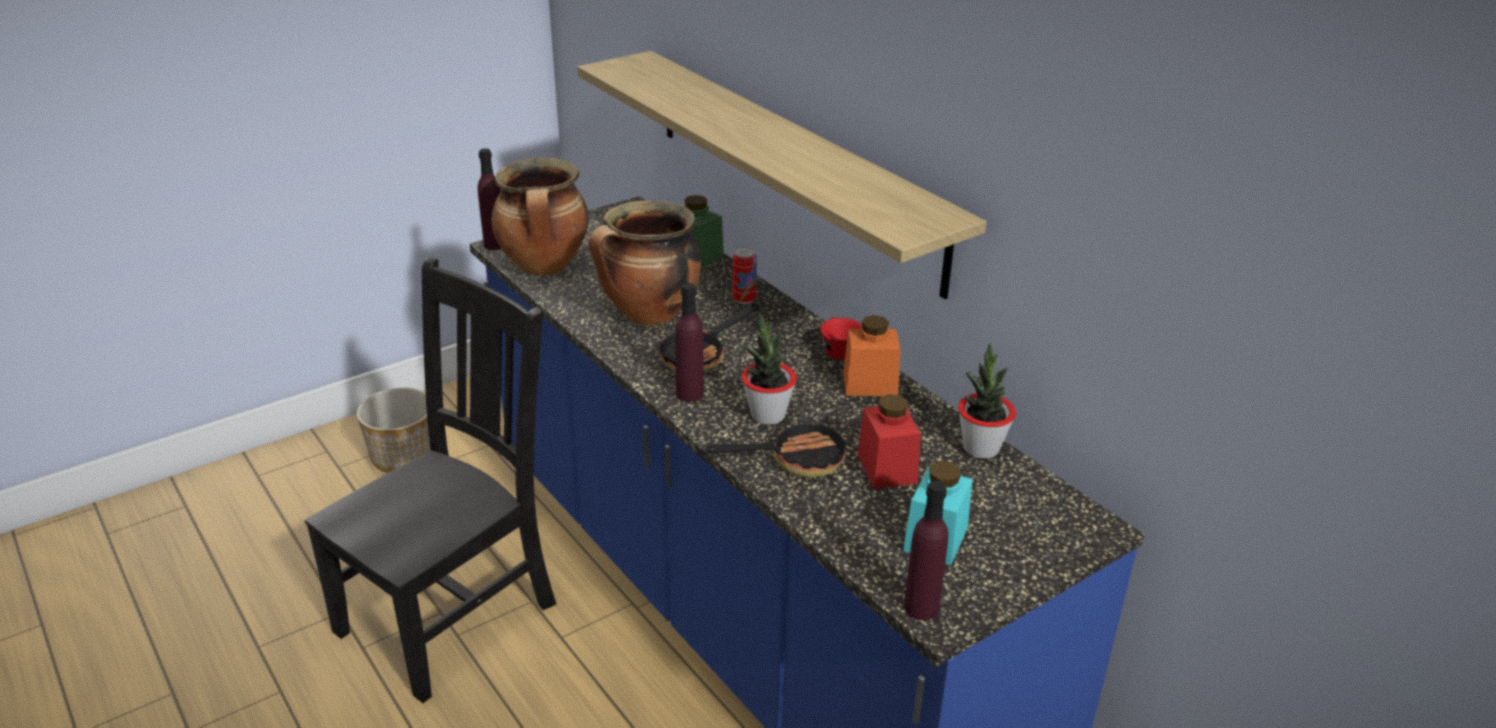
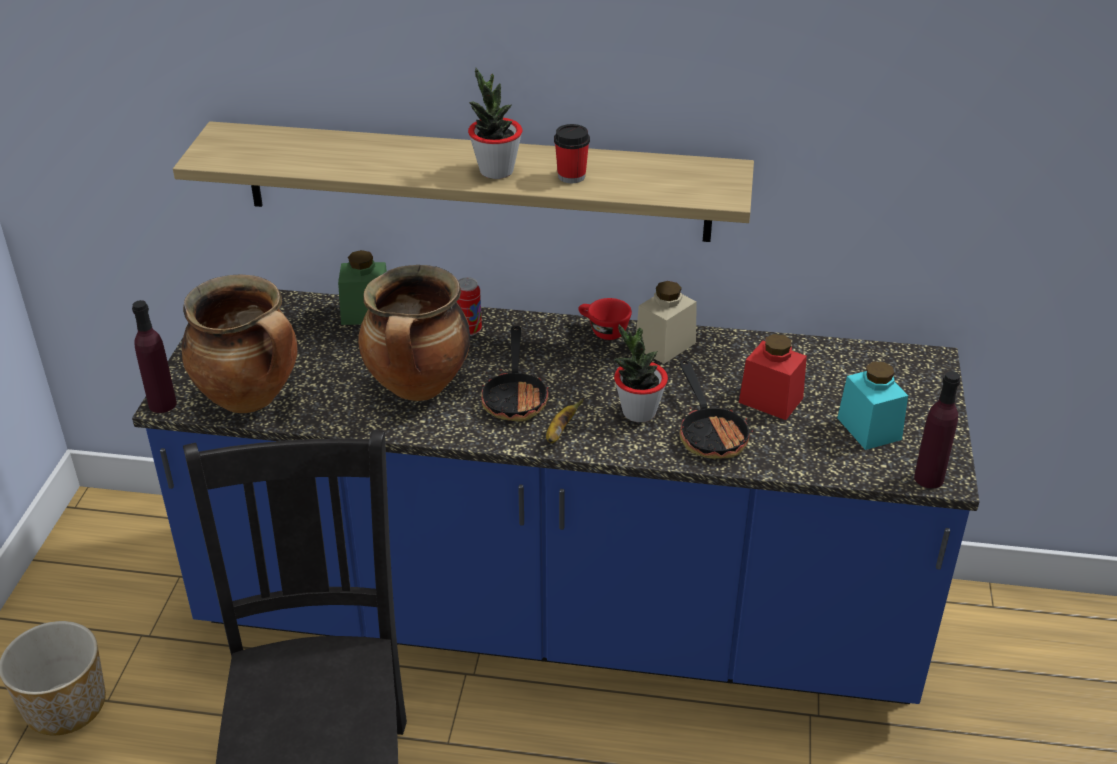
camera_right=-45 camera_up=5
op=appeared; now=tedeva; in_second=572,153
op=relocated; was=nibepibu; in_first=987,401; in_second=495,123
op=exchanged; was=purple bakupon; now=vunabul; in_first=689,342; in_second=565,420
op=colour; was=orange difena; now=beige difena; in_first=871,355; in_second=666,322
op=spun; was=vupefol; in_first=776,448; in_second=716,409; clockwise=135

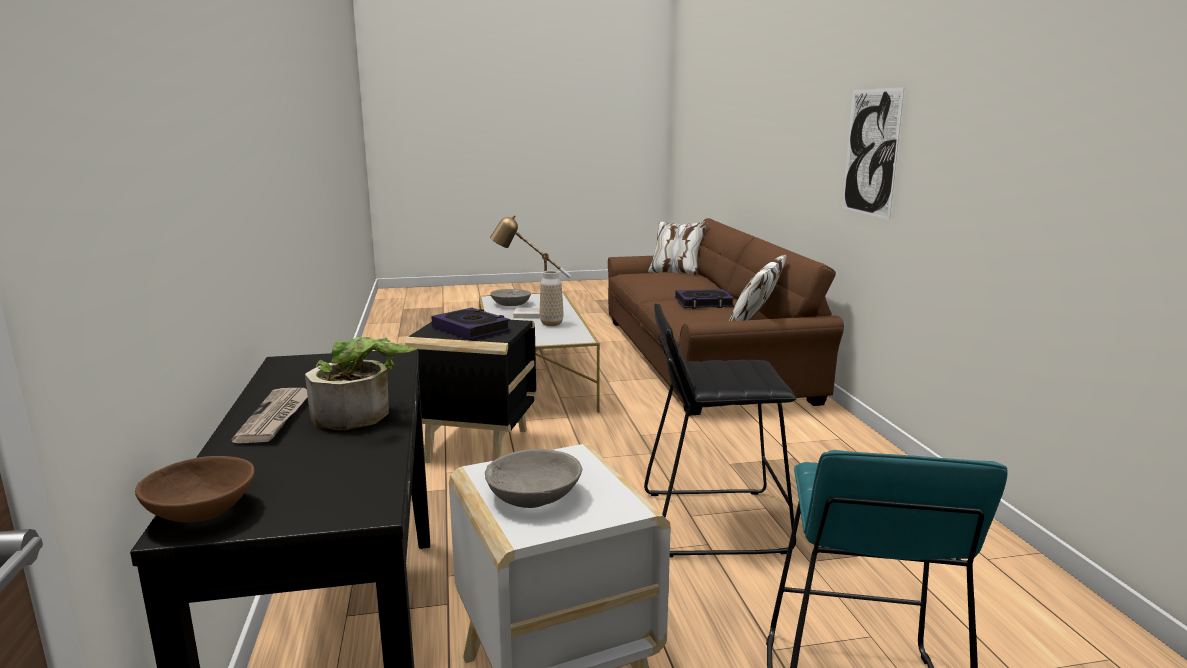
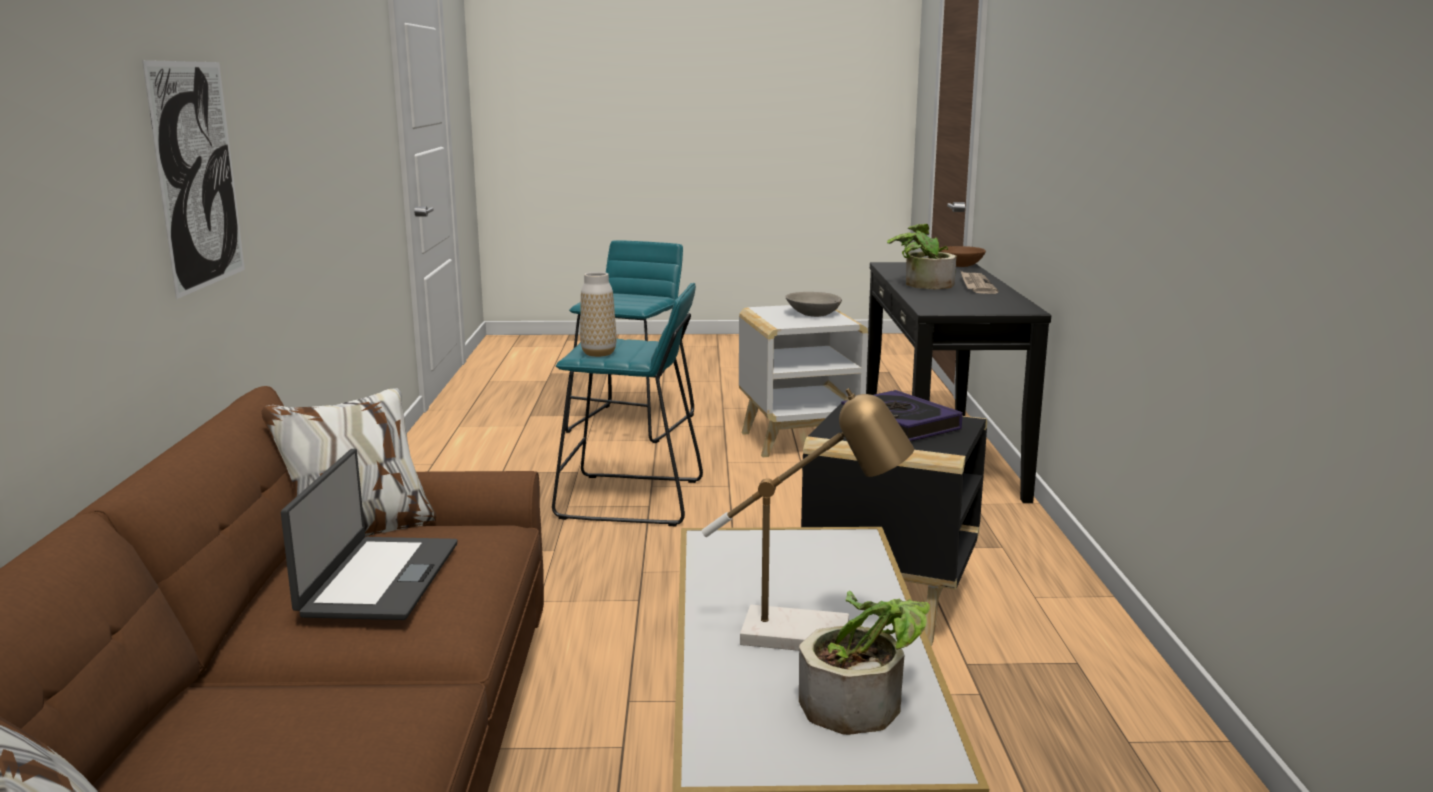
camera_right=-170 camera_up=0
op=relocated; was=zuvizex; in_first=551,298; in_second=598,314
op=exchanged; was=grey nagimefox; now=nibepibu; in_first=510,297; in_second=864,662
op=exchanged; was=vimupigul; now=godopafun; in_first=704,299; in_second=369,534
op=colour; was=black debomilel; now=turquoise debomilel; in_first=720,430; in_second=627,405

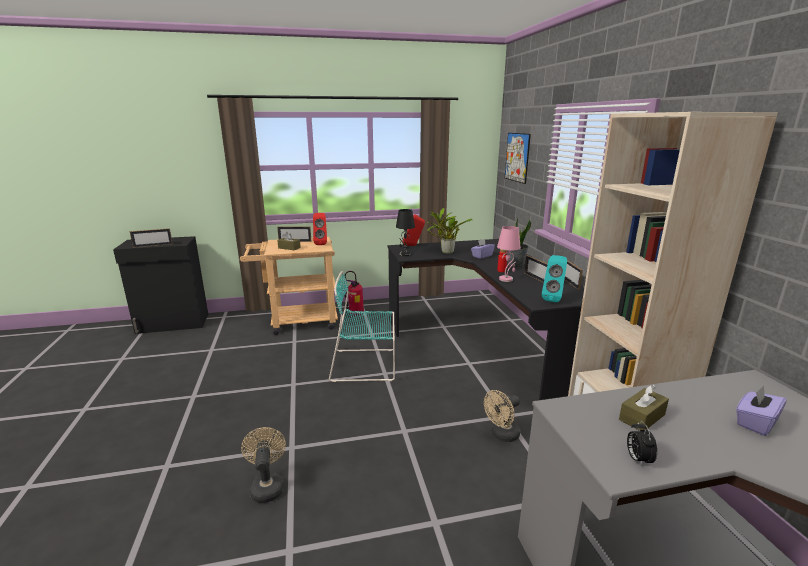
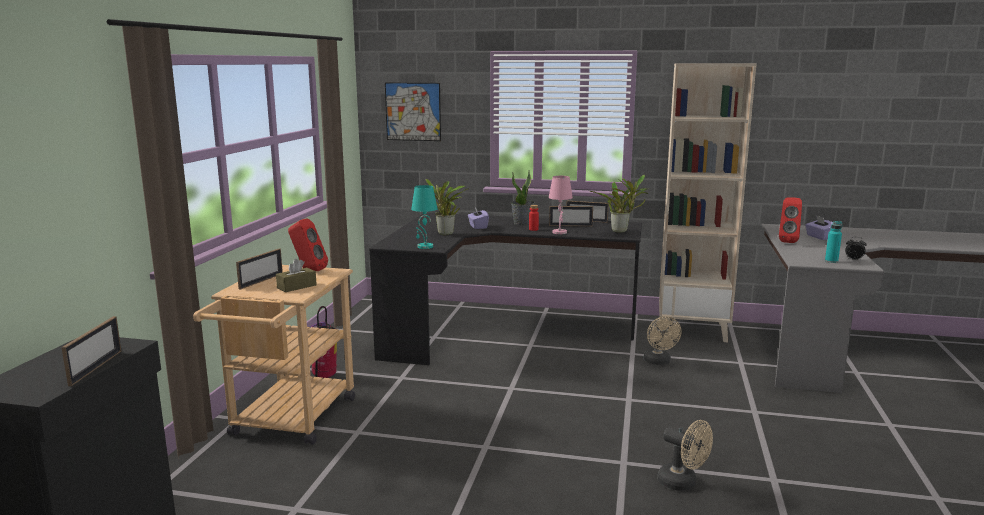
camera_right=-65 camera_up=-5
op=missing; was=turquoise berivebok; in_first=362,326
op=missing; was=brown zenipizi; in_first=644,407
op=appeared; now=turquoise bakupon; in_second=833,242
op=relocated; was=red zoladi; in_first=414,230; in_second=790,220
op=exchanged; was=turquoise zoladi; now=nibepibu; in_first=554,278; in_second=619,204
op=colour; was=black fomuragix; now=turquoise fomuragix; in_first=405,232; in_second=424,217
op=spun; was=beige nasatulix; in_first=263,465; in_second=685,455; clockwise=-150

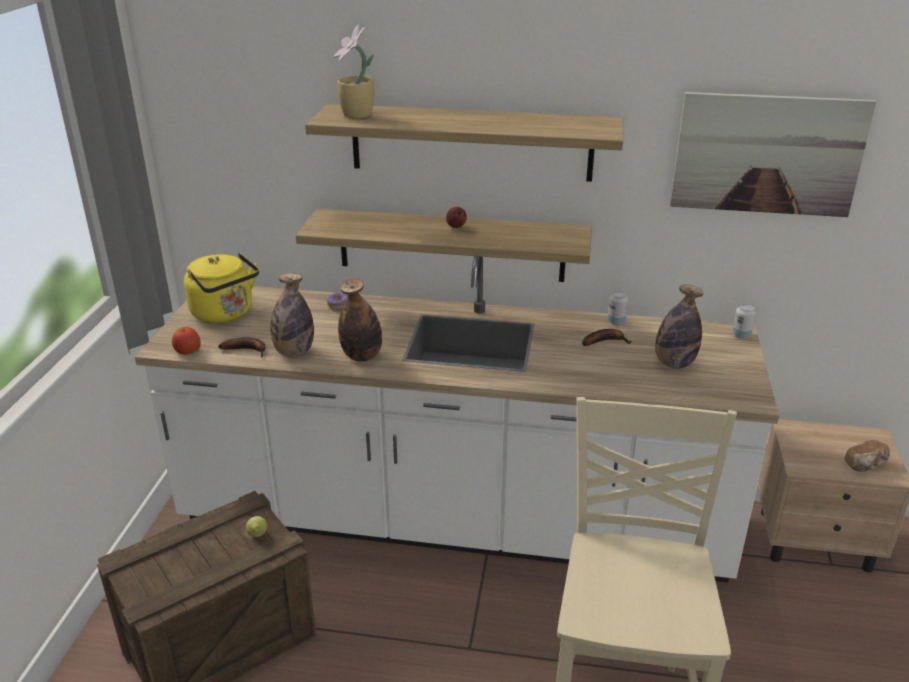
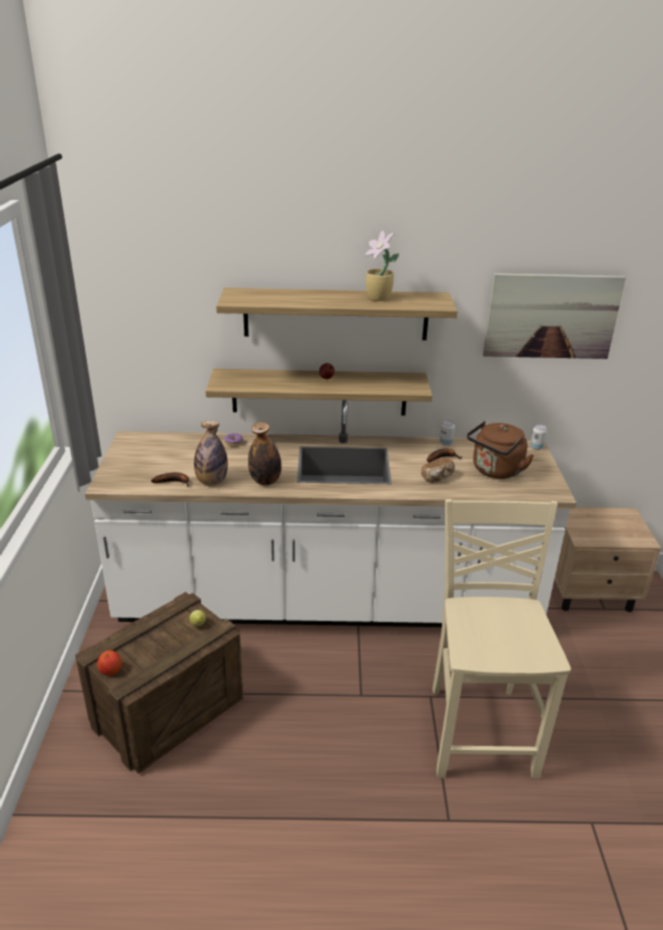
camera_right=-10 camera_up=0
op=missing; was=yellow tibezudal; in_first=221,287
op=relocated; was=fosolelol; in_first=186,341; in_second=109,663
op=relocated; was=nibepibu; in_first=353,71; in_second=382,265
op=relocated; was=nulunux; in_first=867,456; in_second=438,470
op=exchanged; was=bakupon; now=brown tibezudal; in_first=679,326; in_second=500,450

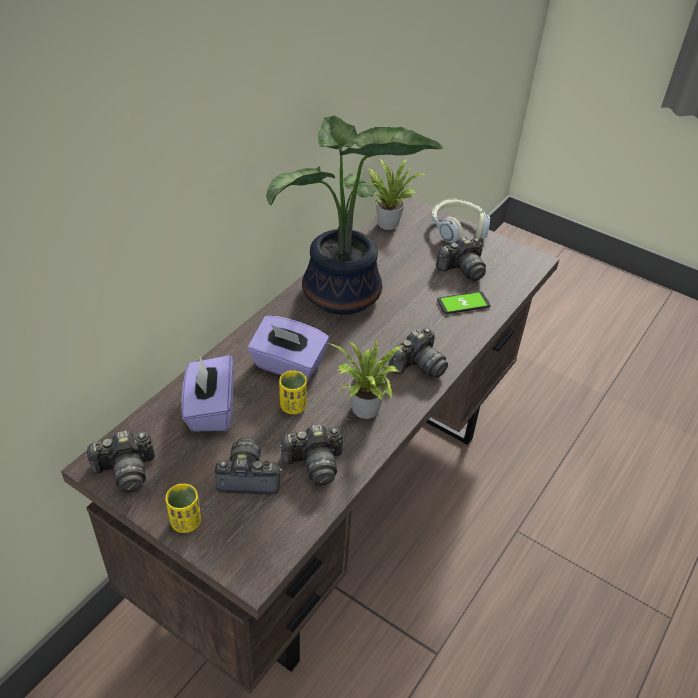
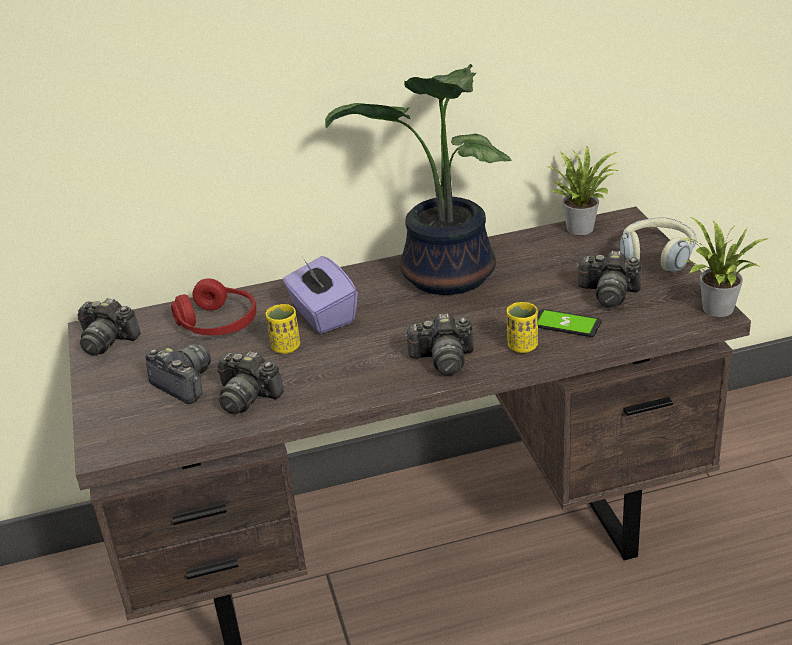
camera_right=45 camera_up=-10
op=relocated; was=yellow tedeva; in_first=183,508; in_second=522,327
op=relocated; was=nibepibu; in_first=366,378; in_second=725,267
op=exchanged; was=purple zenipizi; now=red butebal; in_first=207,393; in_second=213,306

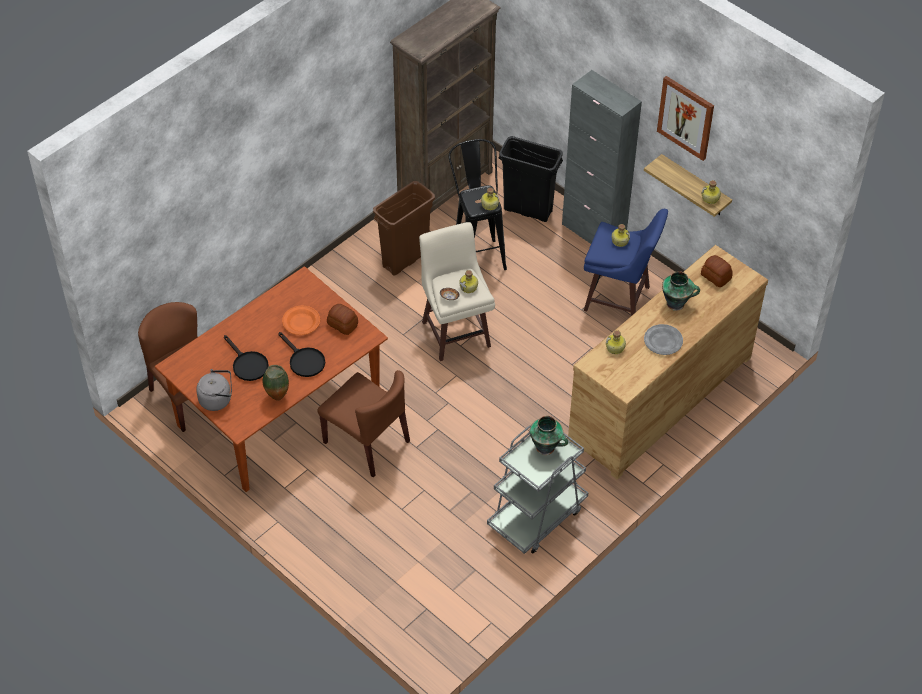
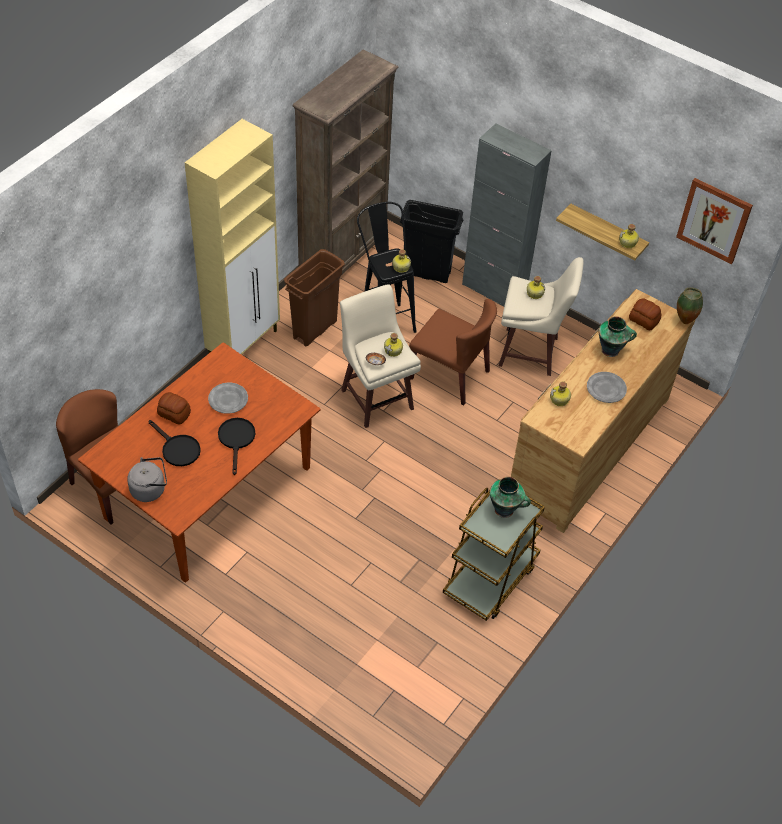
camera_right=-10 camera_up=0
op=appeared; now=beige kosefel; in_second=232,237
op=relocated; was=zuvizex; in_first=275,383; in_second=690,305
op=relocated; was=brown berivebok; in_first=363,423; in_second=453,352
op=relocated; was=nulunux; in_first=342,319; in_second=174,408
op=relocated; was=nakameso; in_first=685,118; in_second=714,221
op=colour; was=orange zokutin; now=grey zokutin; in_first=301,320; in_second=228,398
op=colour; was=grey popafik; now=brown popafik; in_first=537,489; in_second=494,550
op=colour; was=blue debomilel; now=beige debomilel; in_first=626,262; in_second=541,316
op=spun; was=black vupefol; in_first=302,354; in_second=236,446; clockwise=-135

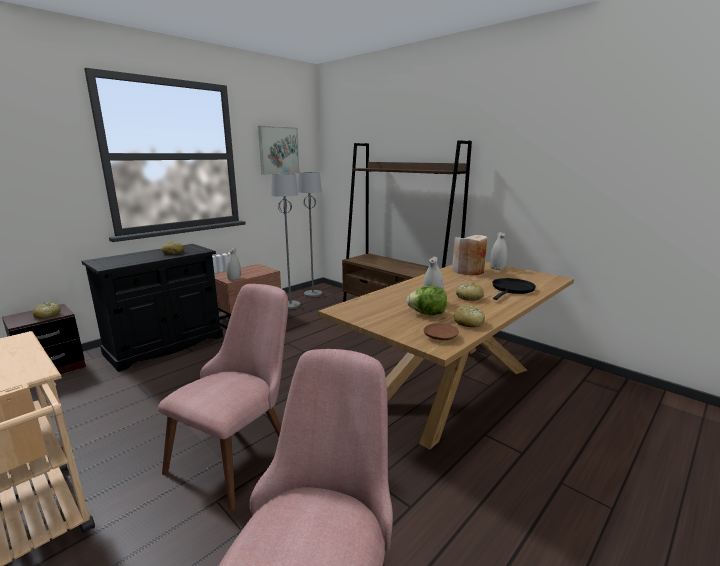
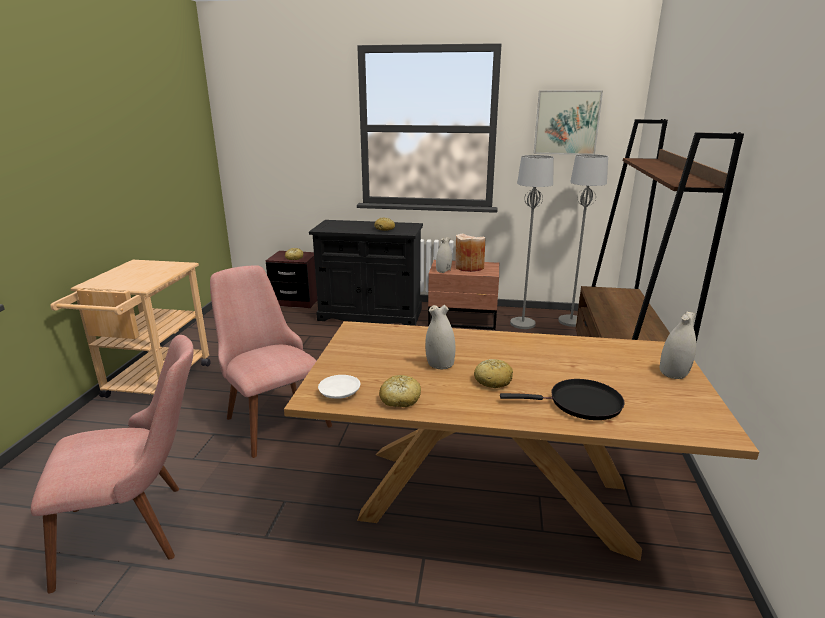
camera_right=55 camera_up=5
op=missing; was=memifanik; in_first=427,300
op=relocated; was=beige zuvizex; in_first=470,255; in_second=470,252
op=colour; was=brown zokutin; now=white zokutin; in_first=441,331; in_second=339,387
op=spun; was=pink berivebok; in_first=223,397; in_second=271,361; clockwise=-120

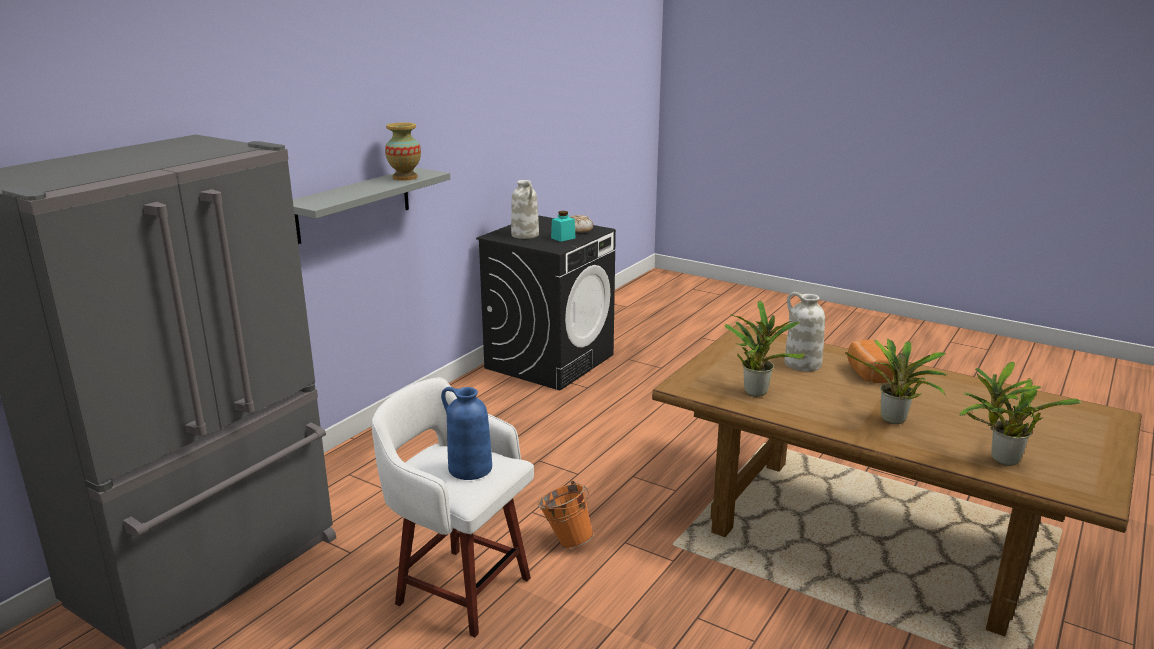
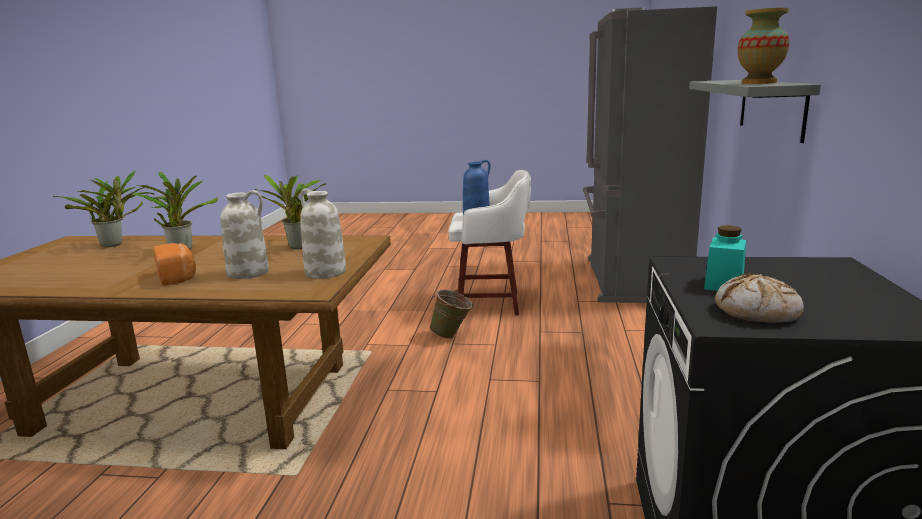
camera_right=155 camera_up=-5
op=relocated; was=white zuvizex; in_first=525,209; in_second=323,233
op=colour; was=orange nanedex; now=green nanedex; in_first=566,515; in_second=451,314

